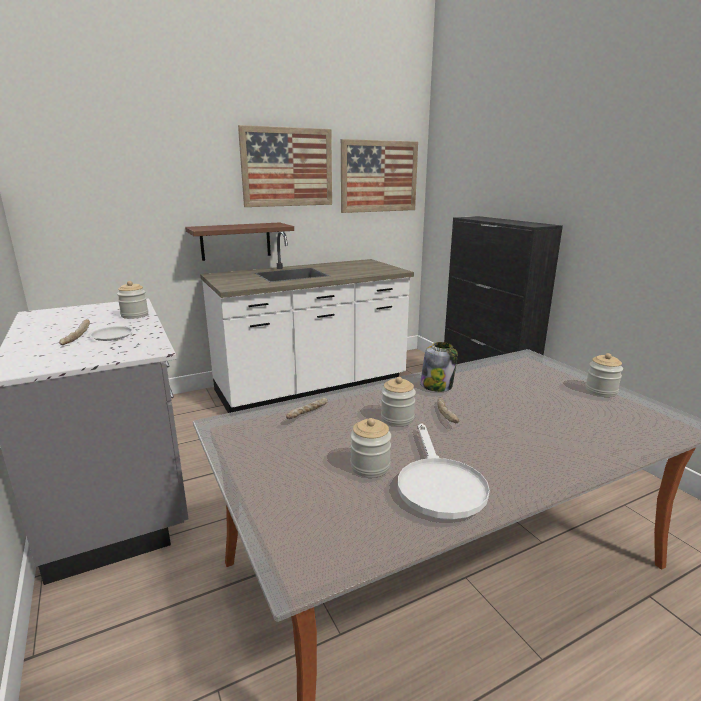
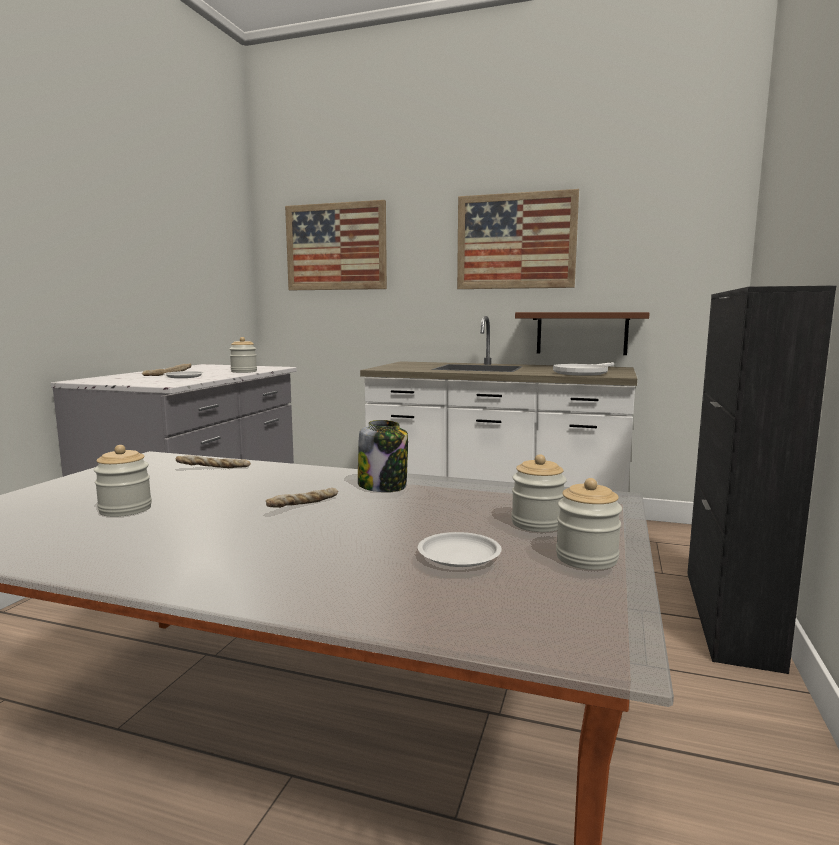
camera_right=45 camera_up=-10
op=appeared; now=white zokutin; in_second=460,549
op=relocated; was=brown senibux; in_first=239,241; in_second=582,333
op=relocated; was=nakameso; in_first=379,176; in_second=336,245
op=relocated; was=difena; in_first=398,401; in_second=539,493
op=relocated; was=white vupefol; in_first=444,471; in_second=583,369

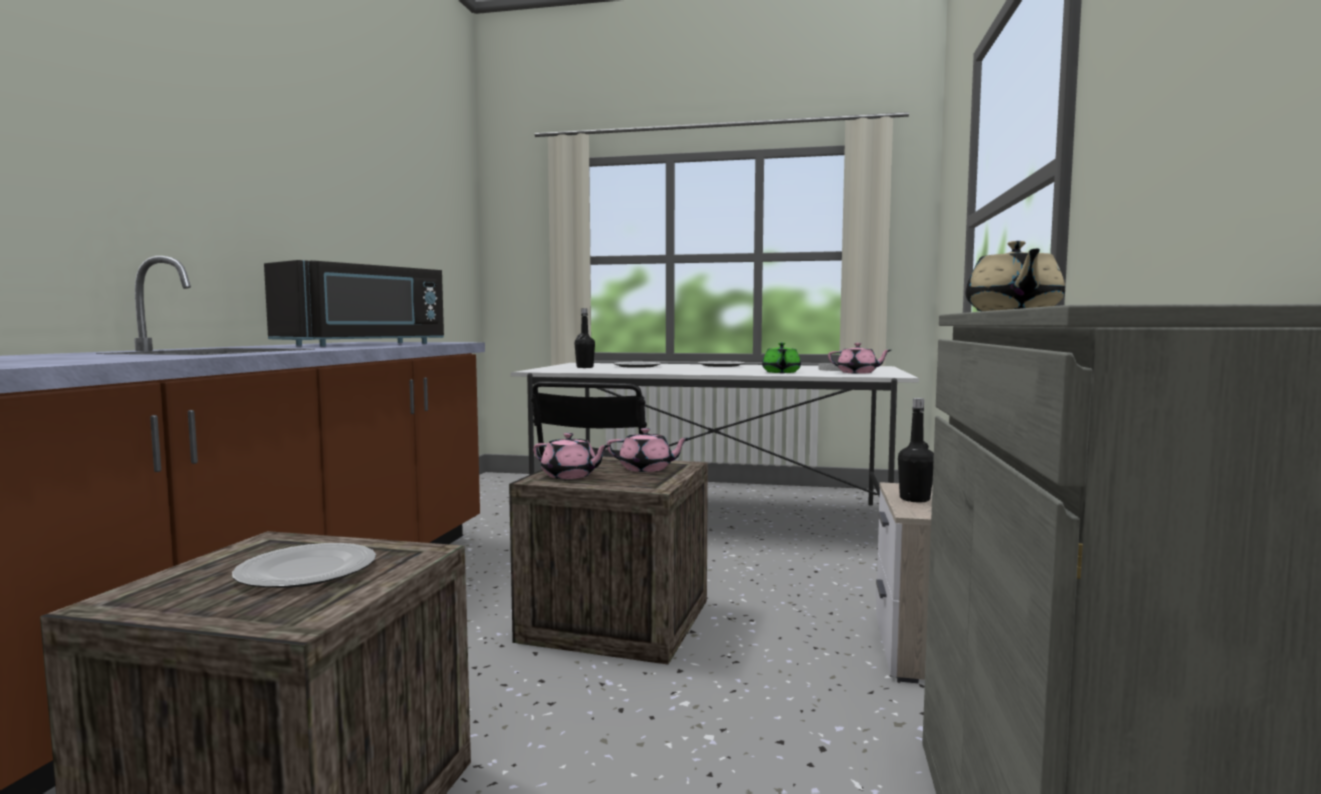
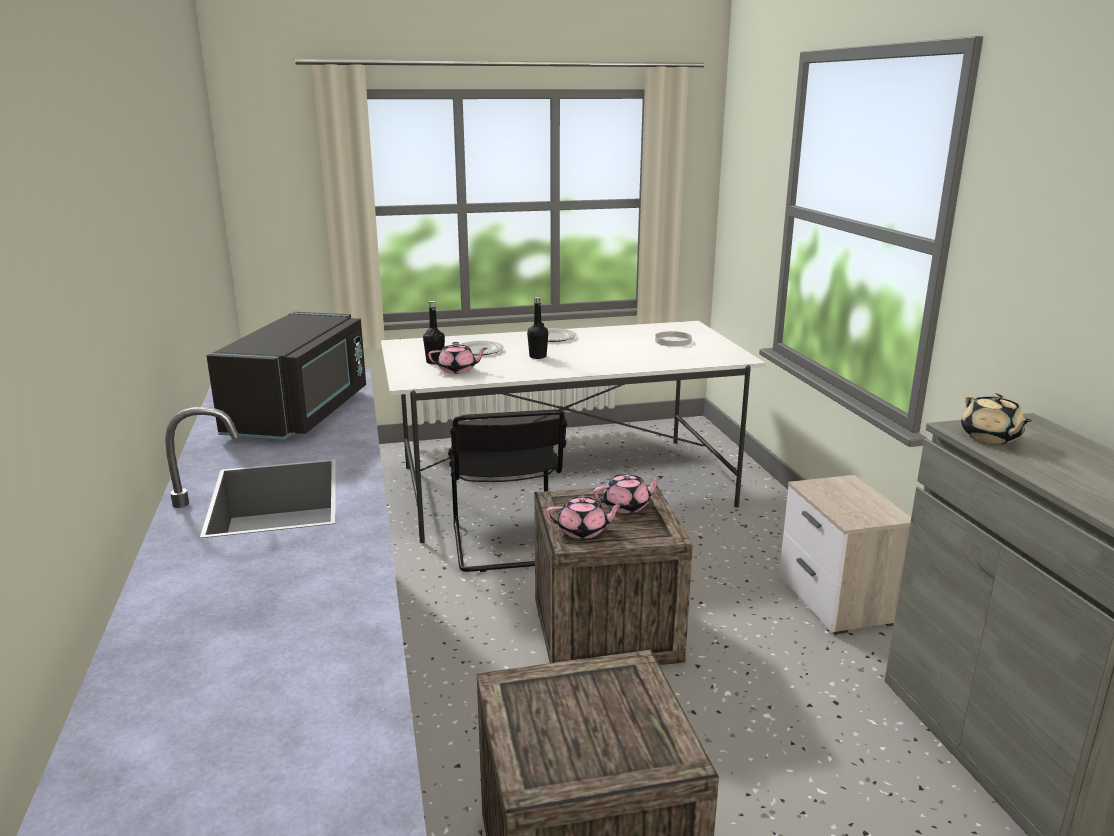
camera_right=-25 camera_up=15
op=missing; was=zokutin; in_first=304,565
op=missing; was=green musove; in_first=781,358
op=relocated; was=pink musove; in_first=859,358; in_second=457,358
op=relocated; was=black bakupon; in_first=916,450; in_second=537,328

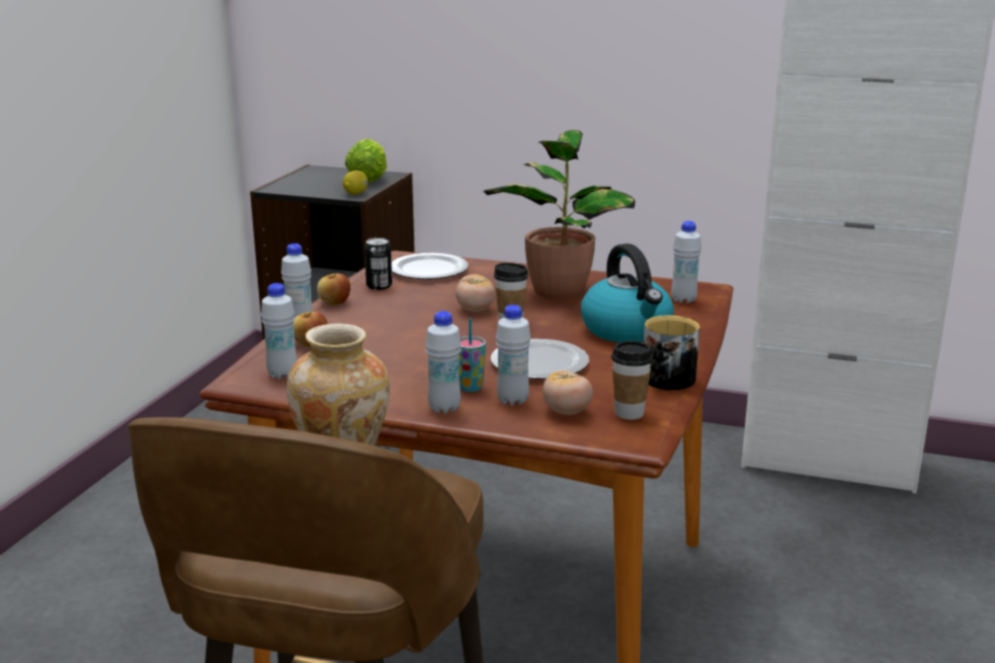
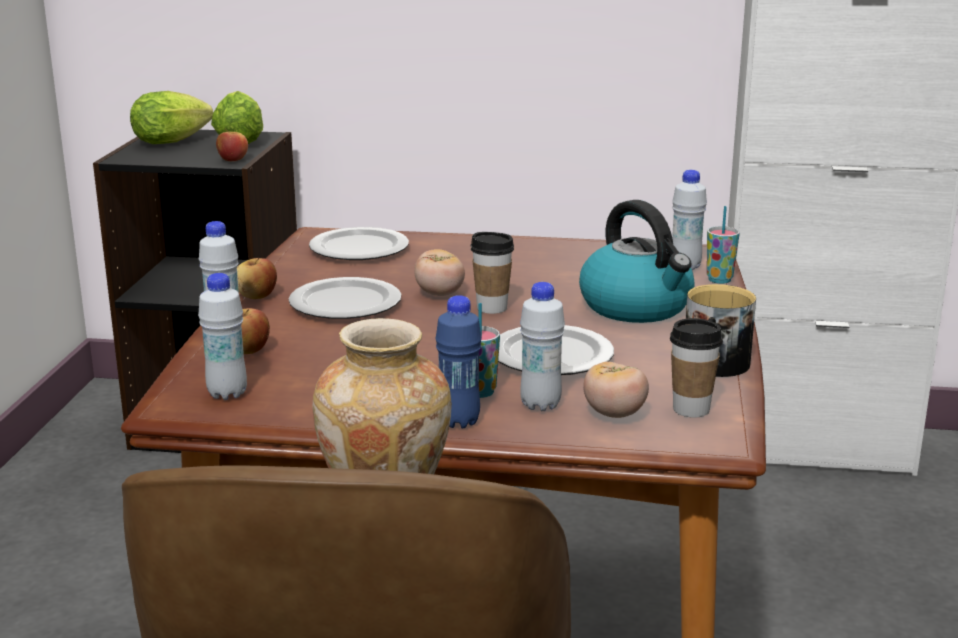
camera_right=-10 camera_up=0
op=missing; was=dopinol; in_first=378,264
op=missing; was=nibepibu; in_first=559,215
op=appeared; now=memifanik; in_second=171,117
op=appeared; now=zokutin; in_second=345,298
op=appeared; now=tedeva; in_second=723,245
op=exchanged; was=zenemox; now=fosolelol; in_first=355,182; in_second=232,145
op=colour; was=white bakupon; now=blue bakupon; in_first=443,362; in_second=459,362

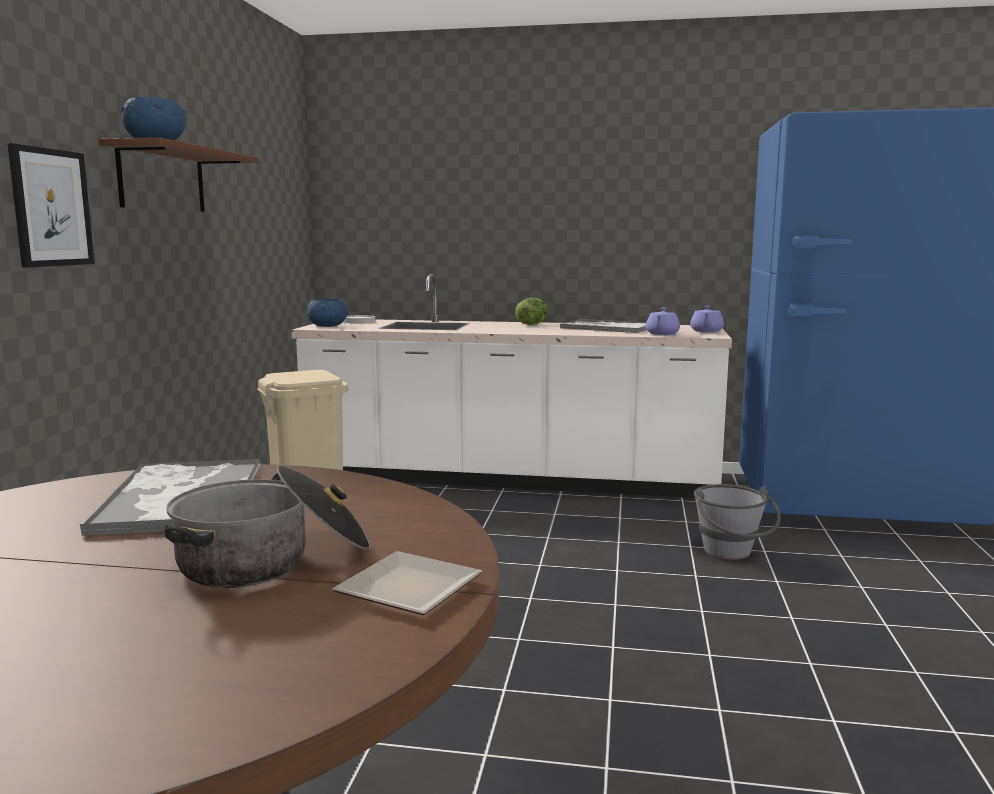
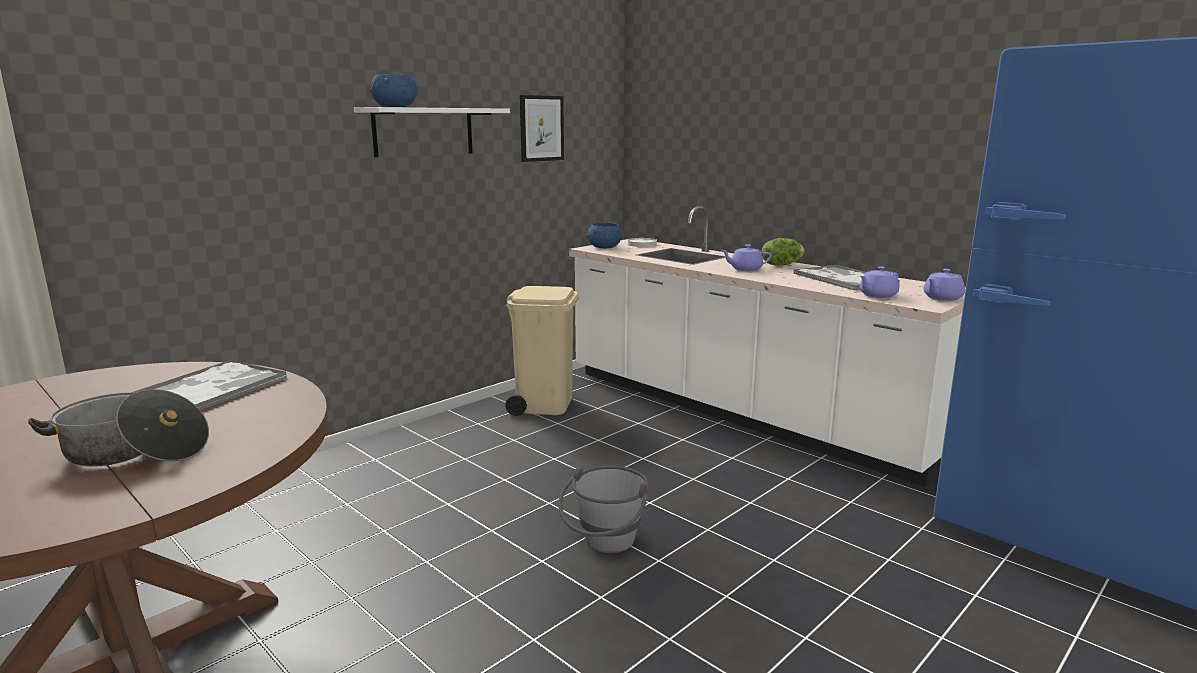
camera_right=35 camera_up=5
op=missing; was=zokutin; in_first=407,583
op=appeared; now=purple musove; in_second=746,257
op=relocated; was=nakameso; in_first=51,205; in_second=542,128
op=relocated; was=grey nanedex; in_first=737,522; in_second=603,509
op=colour; was=brown senibux; now=white senibux; in_first=179,174; in_second=432,132

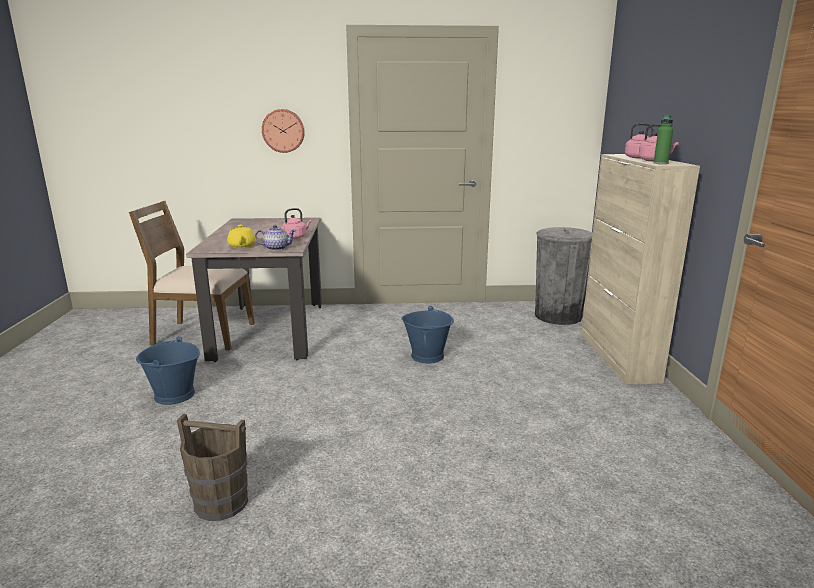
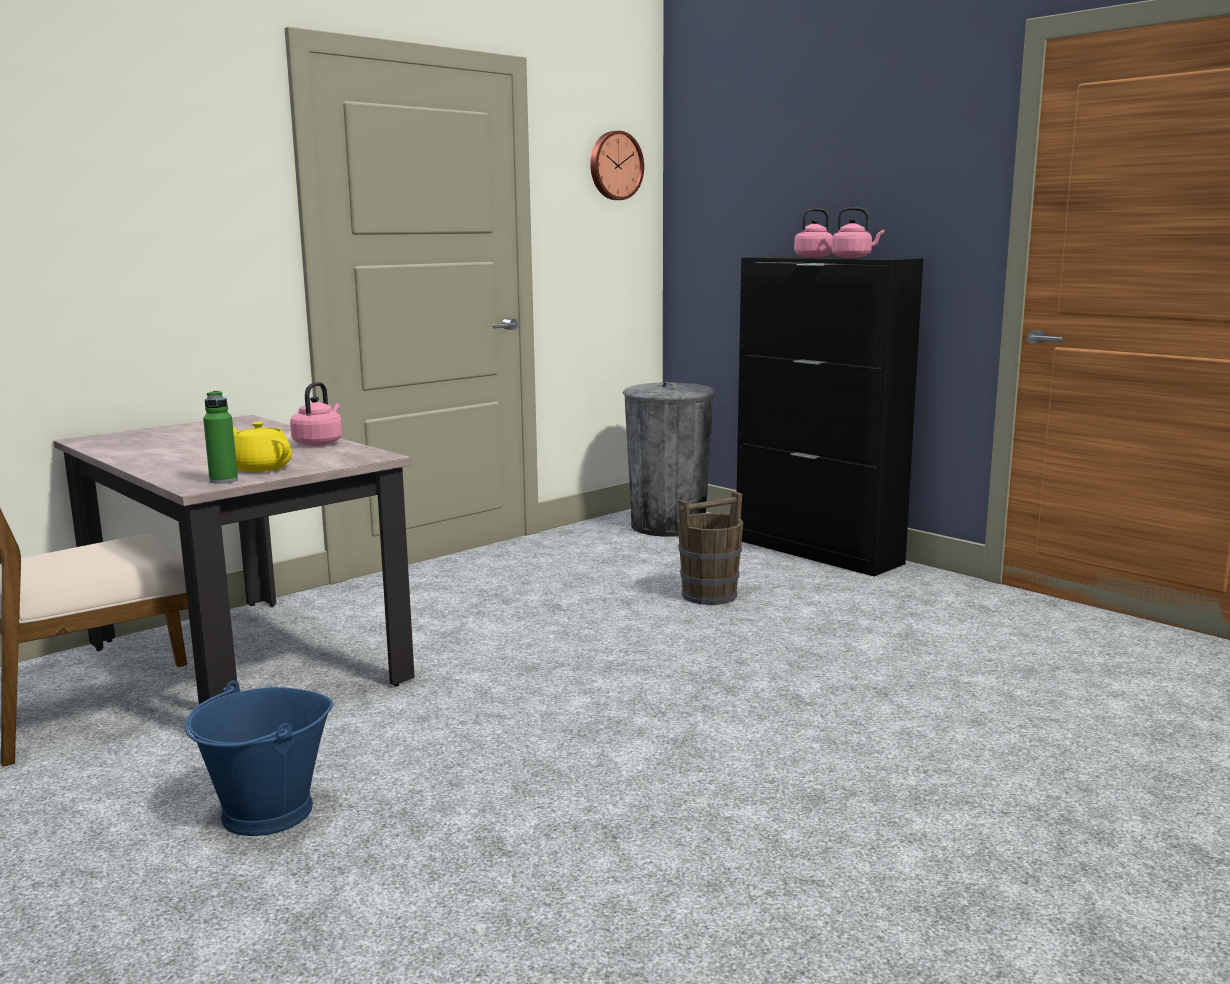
camera_right=-40 camera_up=-5
op=missing; was=musove; in_first=275,238
op=missing; was=blue nanedex; in_first=427,334
op=relocated; was=brown nanedex; in_first=212,467; in_second=711,548
op=relocated; was=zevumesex; in_first=283,131; in_second=617,165
op=relocated; was=green bakupon; in_first=663,139; in_second=220,437
op=colour; was=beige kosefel; now=black kosefel; in_first=640,269; in_second=830,416

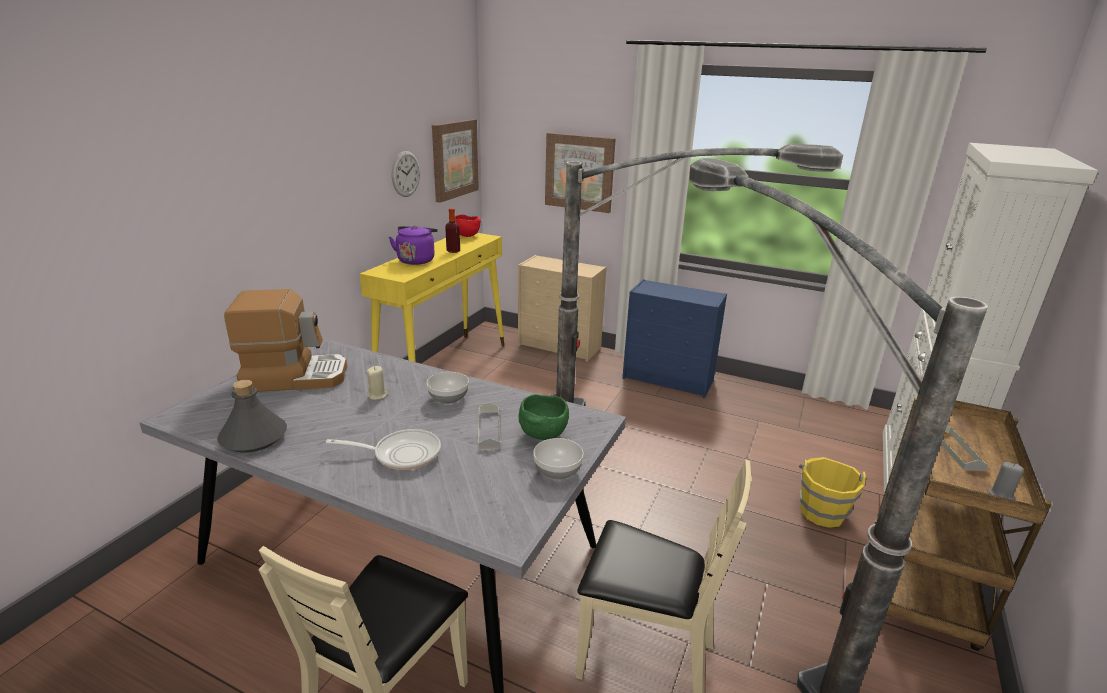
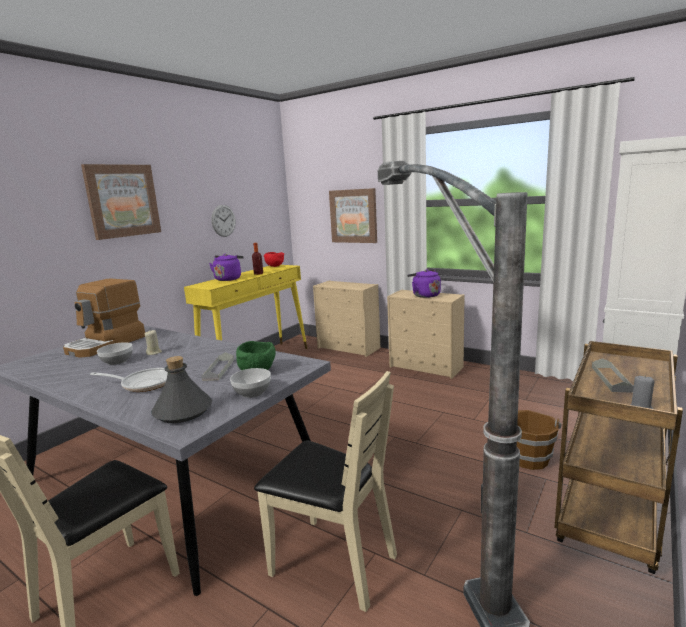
camera_right=10 camera_up=-10
op=missing; was=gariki; in_first=696,275
op=appeared; now=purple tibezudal; in_second=424,283
op=relocated; was=grey bakupon; in_first=252,416; in_second=181,389
op=relocated; was=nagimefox; in_first=447,388; in_second=115,353
op=relocated; was=nakameso; in_first=455,161; in_second=121,202
op=colour; was=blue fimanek; now=beige fimanek; in_first=674,338; in_second=426,334
op=colour; was=yellow nanedex; now=brown nanedex; in_first=833,492; in_second=539,440
op=spun; was=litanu; in_first=285,340; in_second=104,318; clockwise=120

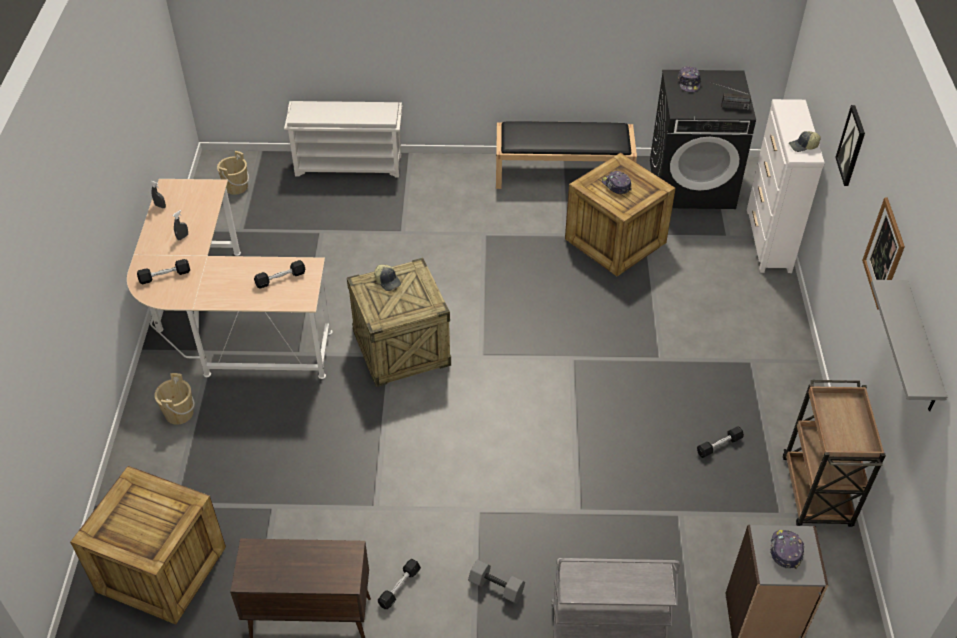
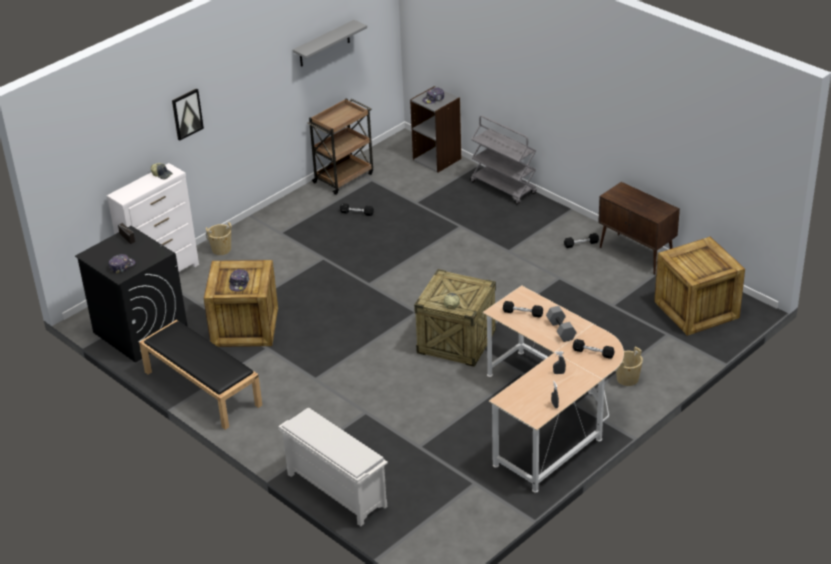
camera_right=-135 camera_up=-10
op=missing; was=nakameso; in_first=883,253
op=relocated; was=beige nanedex; in_first=233,173; in_second=219,238
op=relocated; was=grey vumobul; in_first=496,581; in_second=561,324

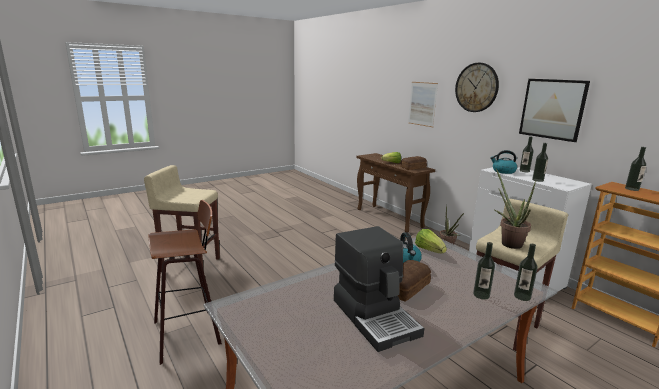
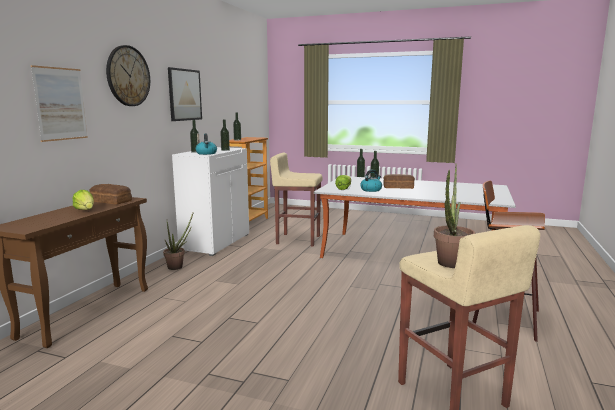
camera_right=-125 camera_up=-5
op=missing; was=litanu; in_first=379,289
op=relocated; was=nibepibu; in_first=515,209; in_second=454,216

